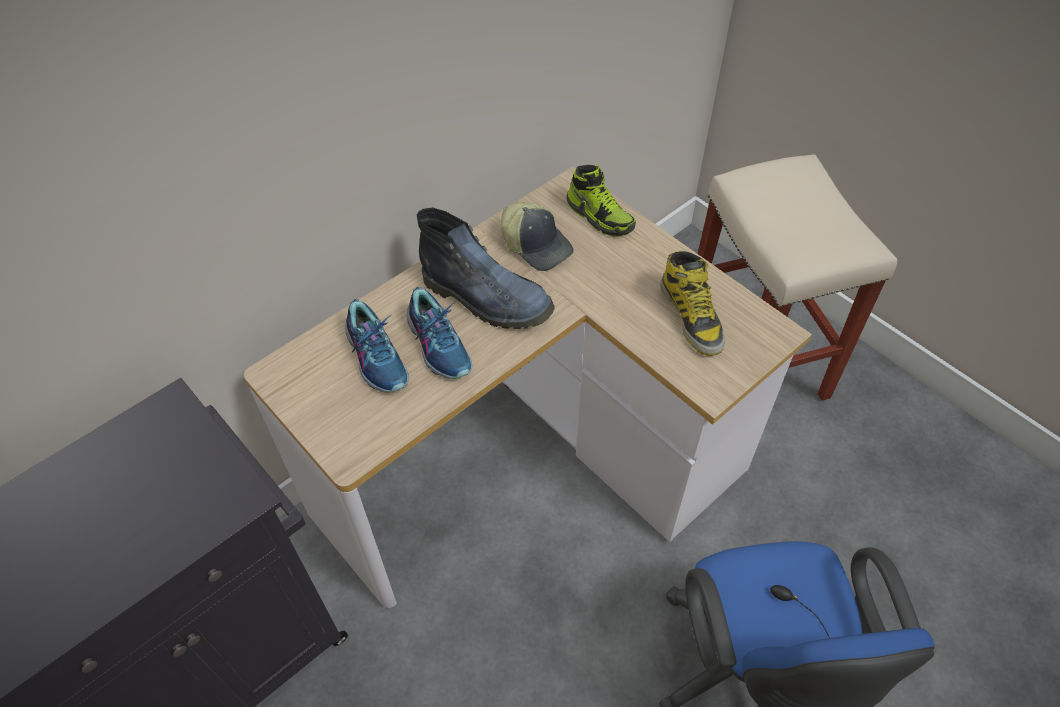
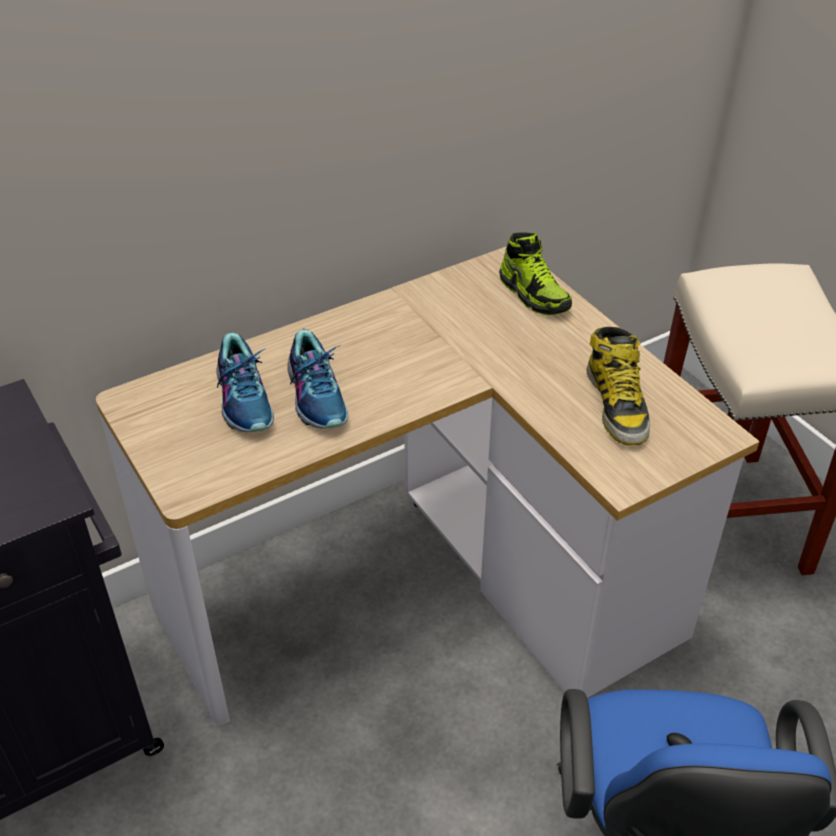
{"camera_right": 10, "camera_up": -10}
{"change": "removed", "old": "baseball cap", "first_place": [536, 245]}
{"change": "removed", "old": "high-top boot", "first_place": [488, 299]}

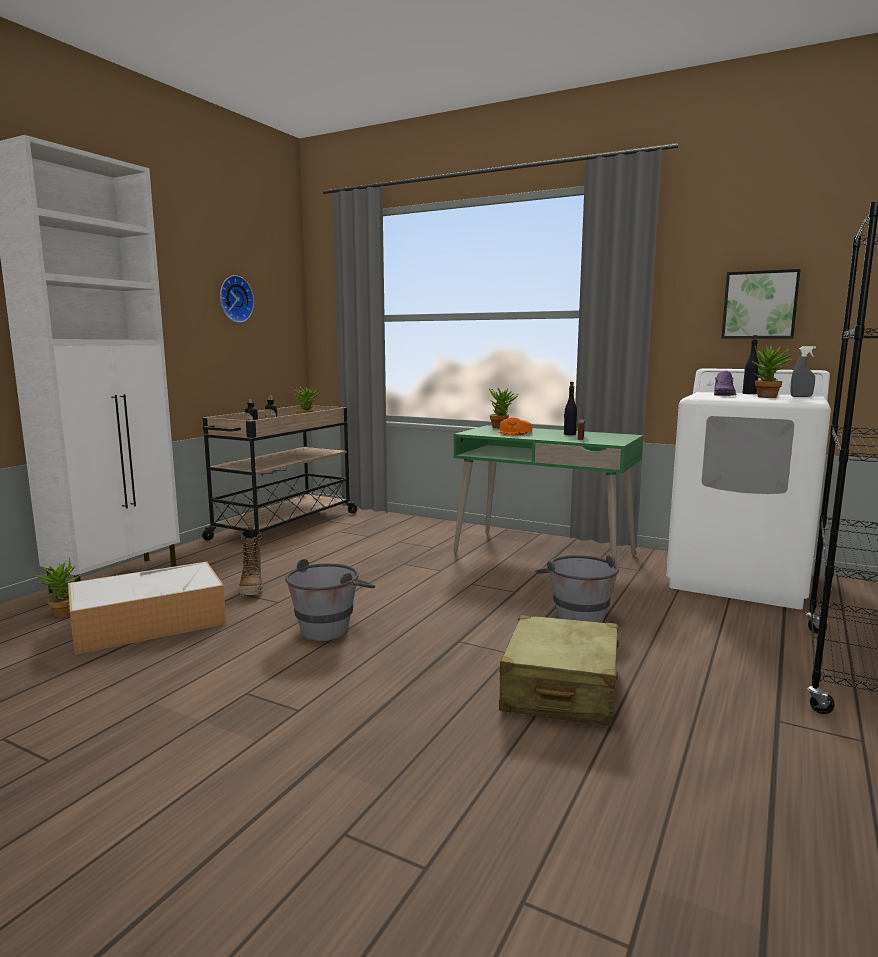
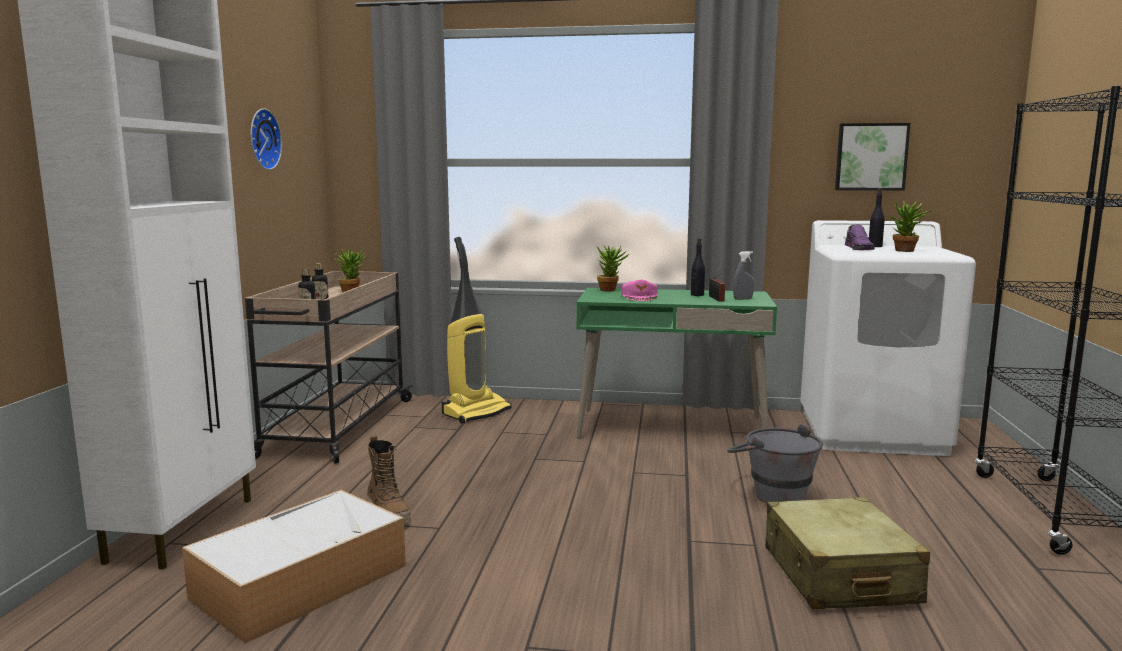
{"camera_right": -20, "camera_up": 0}
{"change": "moved", "old": "spray bottle (grey)", "first_place": [801, 396], "second_place": [743, 299]}
{"change": "recoloured", "old": "baseball cap (orange)", "new": "baseball cap (pink-coloured)", "first_place": [515, 433], "second_place": [639, 296]}
{"change": "removed", "old": "potted plant", "first_place": [61, 613]}
{"change": "removed", "old": "bucket (grey)", "first_place": [332, 627]}
{"change": "added", "new": "vacuum", "second_place": [476, 412]}

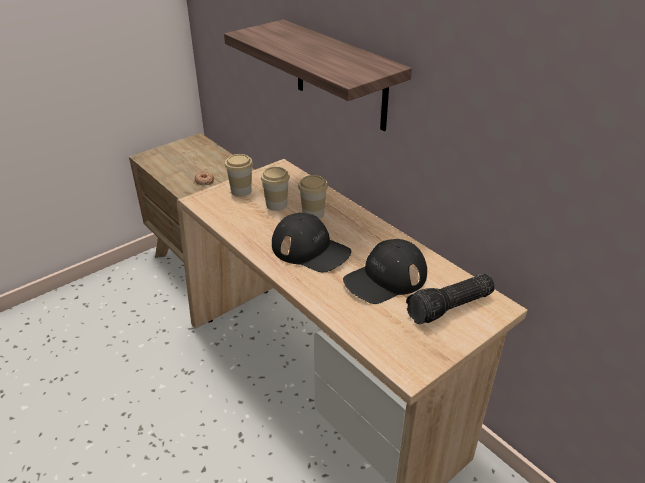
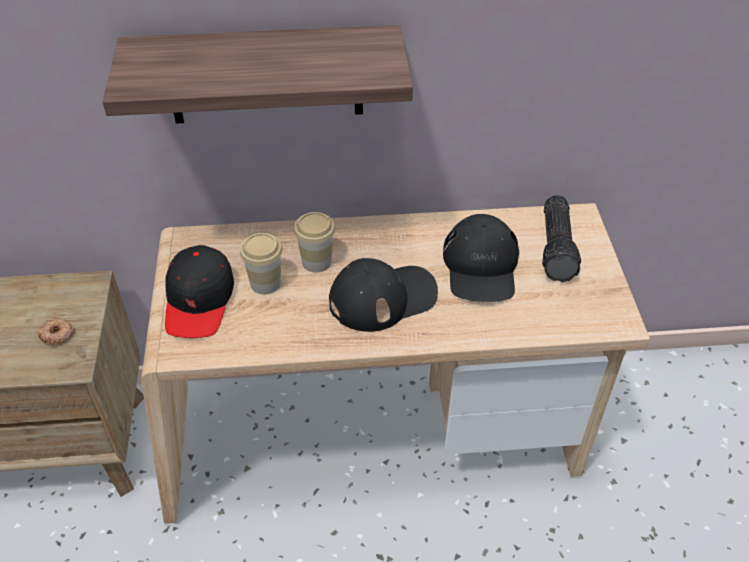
{"camera_right": -55, "camera_up": 10}
{"change": "replaced", "old": "small cup", "new": "baseball cap (black)", "first_place": [241, 191], "second_place": [199, 300]}

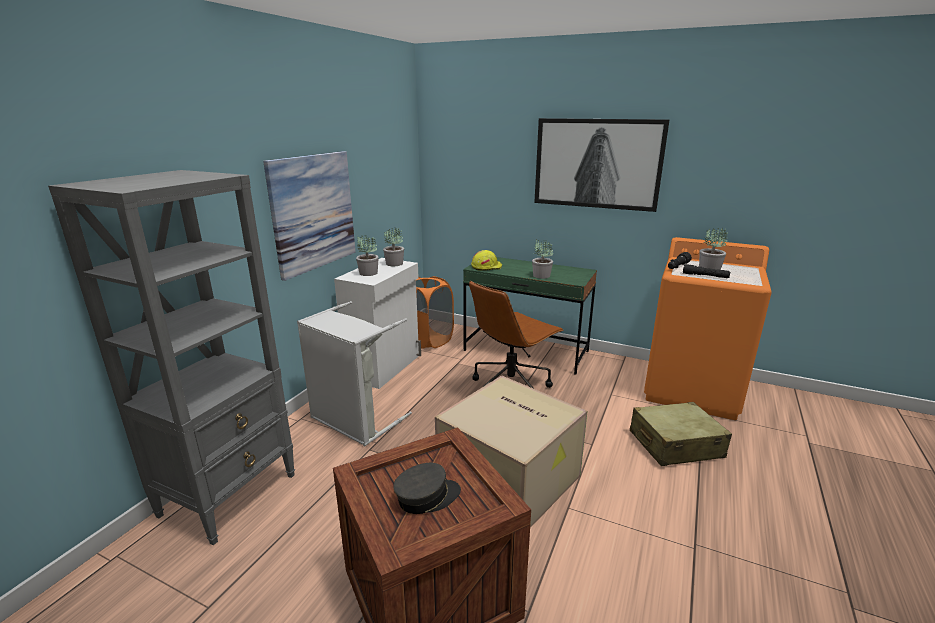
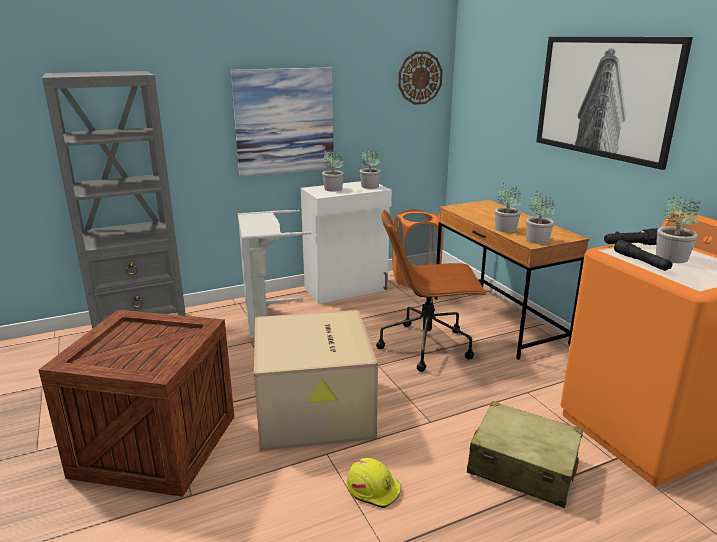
{"camera_right": 40, "camera_up": 0}
{"change": "moved", "old": "hard hat (yellowish)", "first_place": [486, 267], "second_place": [373, 488]}
{"change": "recoloured", "old": "desk (green)", "new": "desk (brown-coloured)", "first_place": [526, 351], "second_place": [497, 320]}
{"change": "removed", "old": "baseball cap (grey)", "first_place": [427, 497]}
{"change": "added", "new": "hanging clock", "second_place": [420, 78]}
{"change": "added", "new": "potted plant", "second_place": [536, 240]}

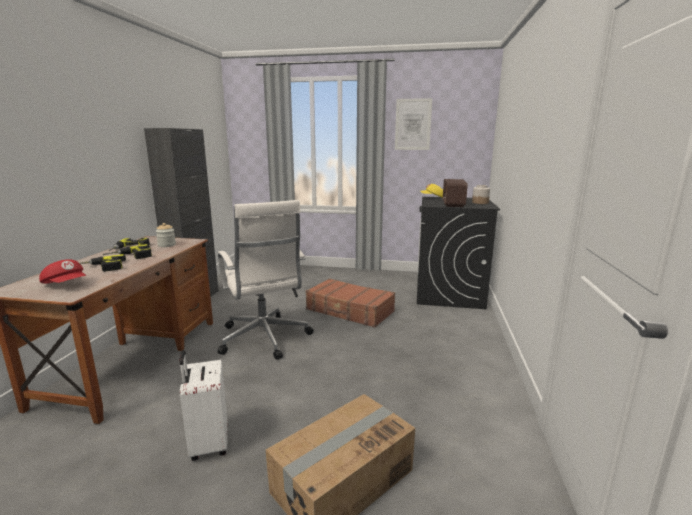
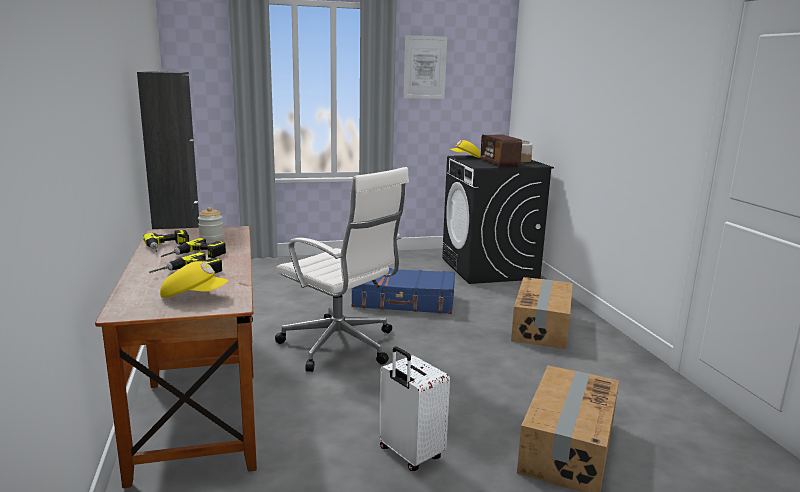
{"camera_right": -25, "camera_up": 0}
{"change": "recoloured", "old": "baseball cap (red)", "new": "baseball cap (yellowish)", "first_place": [66, 285], "second_place": [194, 296]}
{"change": "recoloured", "old": "piece of luggage (brown-coloured)", "new": "piece of luggage (blue-coloured)", "first_place": [349, 311], "second_place": [404, 301]}
{"change": "added", "new": "carton", "second_place": [542, 327]}

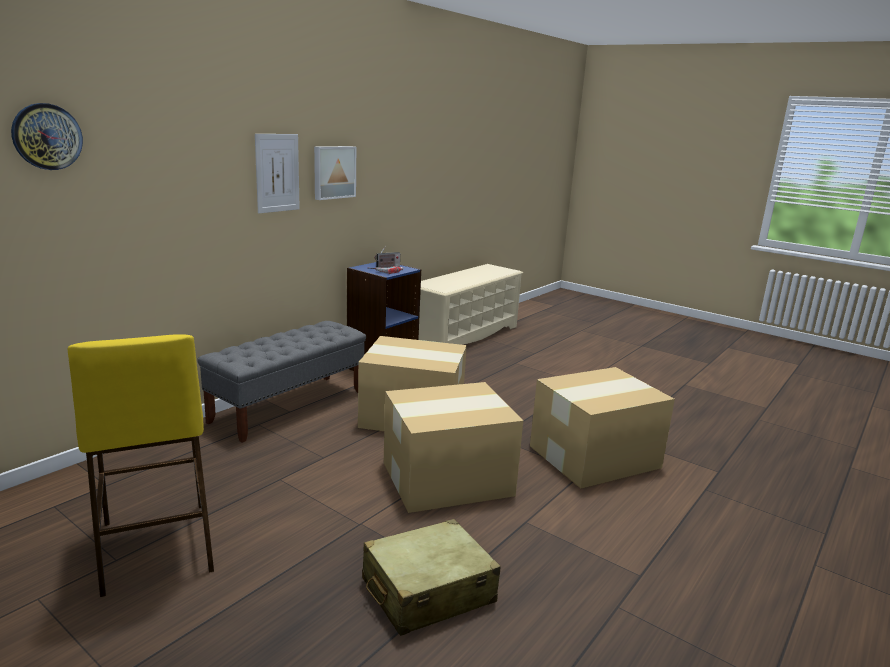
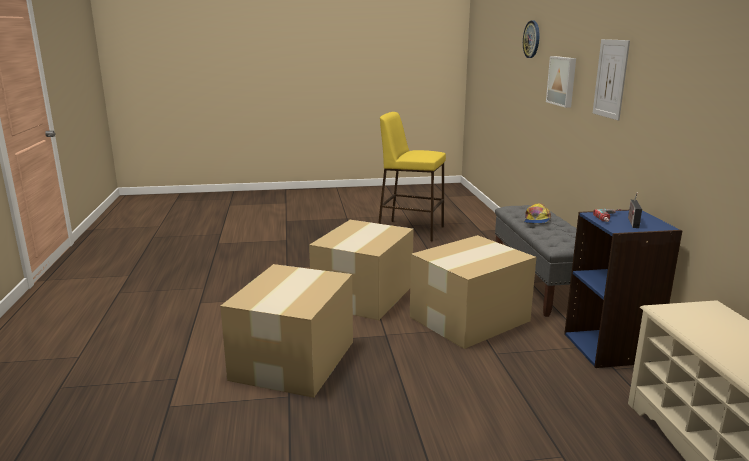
{"camera_right": 135, "camera_up": 0}
{"change": "moved", "old": "wall picture", "first_place": [333, 172], "second_place": [563, 81]}
{"change": "removed", "old": "piece of luggage (beige-coloured)", "first_place": [427, 591]}
{"change": "added", "new": "baseball cap", "second_place": [536, 220]}

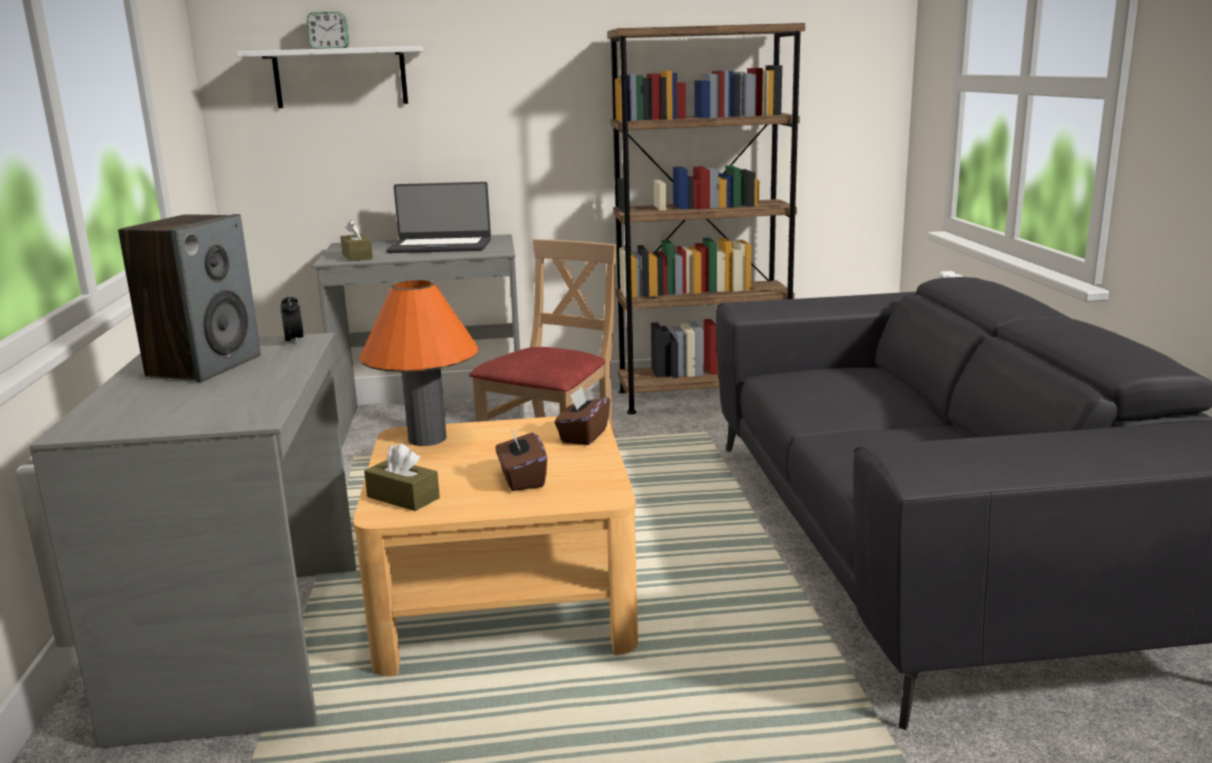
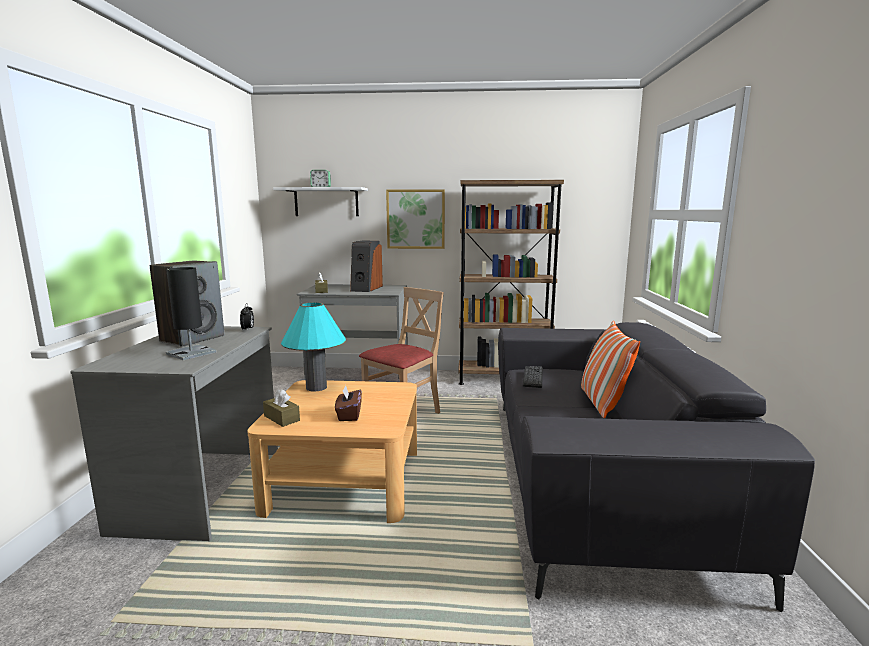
{"camera_right": 10, "camera_up": -5}
{"change": "replaced", "old": "laptop", "new": "speaker", "first_place": [440, 246], "second_place": [366, 288]}
{"change": "recoloured", "old": "tabletop lamp (orange)", "new": "tabletop lamp (turquoise-coloured)", "first_place": [427, 439], "second_place": [316, 387]}
{"change": "removed", "old": "tissue box (brown-coloured)", "first_place": [583, 436]}
{"change": "added", "new": "wall picture", "second_place": [415, 219]}
{"change": "added", "new": "tabletop lamp (black)", "second_place": [191, 353]}
{"change": "added", "new": "throw pillow", "second_place": [602, 403]}
{"change": "added", "new": "PC keyboard", "second_place": [533, 377]}

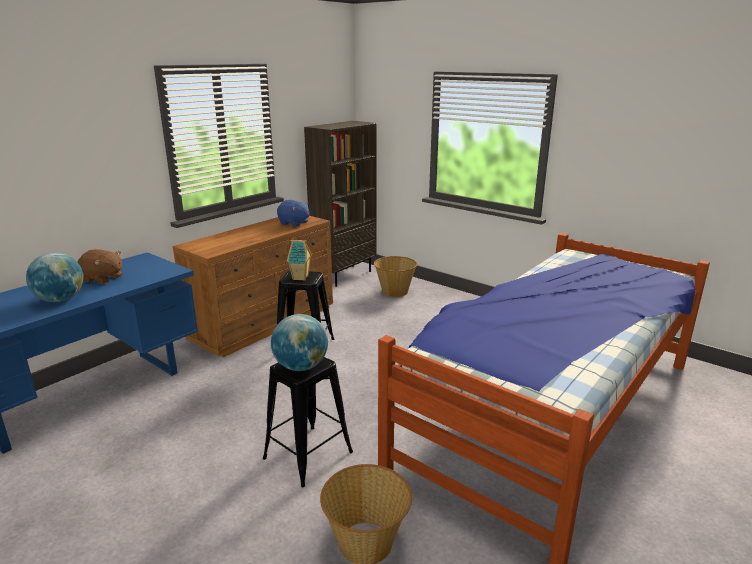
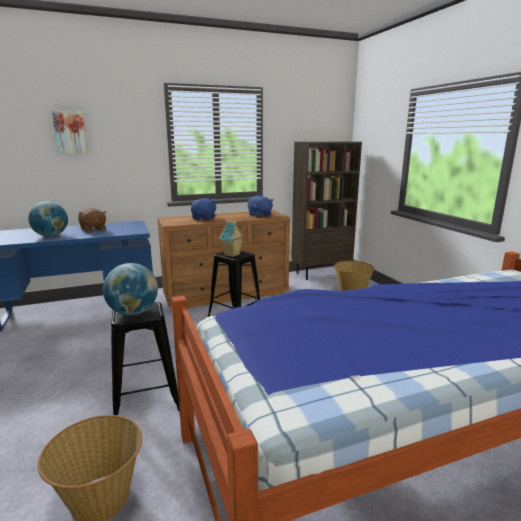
{"camera_right": 30, "camera_up": -5}
{"change": "added", "new": "wall picture", "second_place": [70, 132]}
{"change": "added", "new": "plush toy (blue-coloured)", "second_place": [204, 218]}

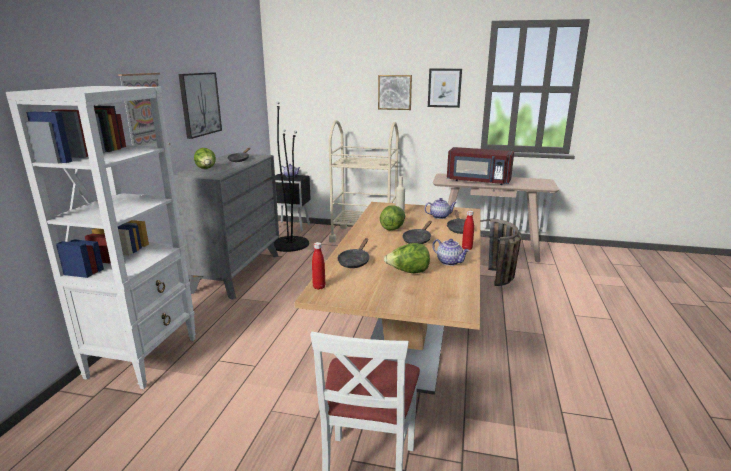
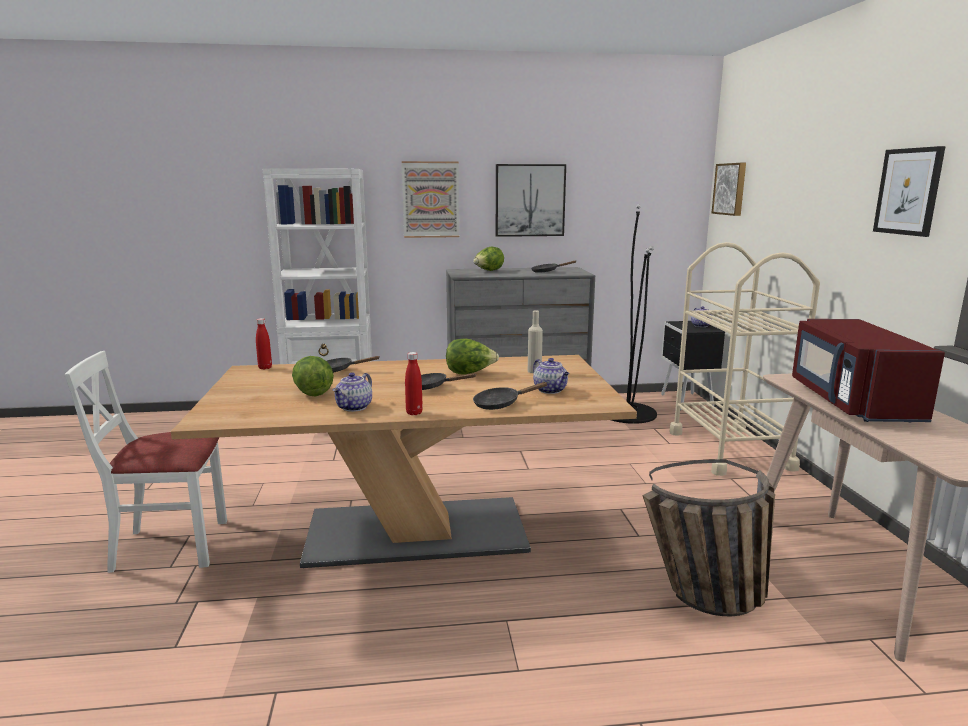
{"camera_right": 70, "camera_up": -5}
{"change": "moved", "old": "wall picture", "first_place": [395, 92], "second_place": [730, 189]}

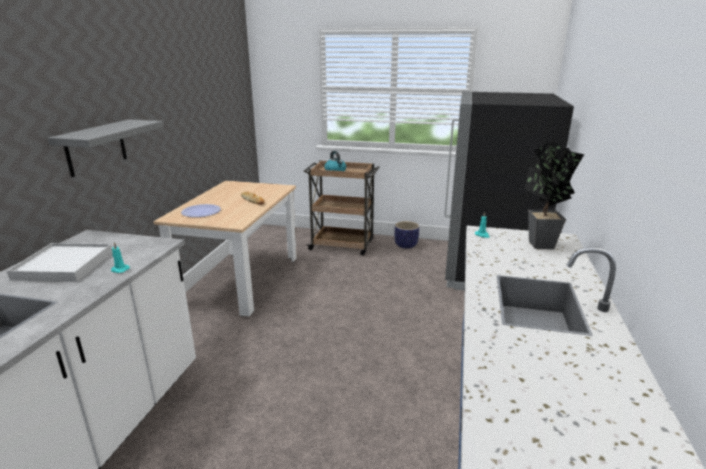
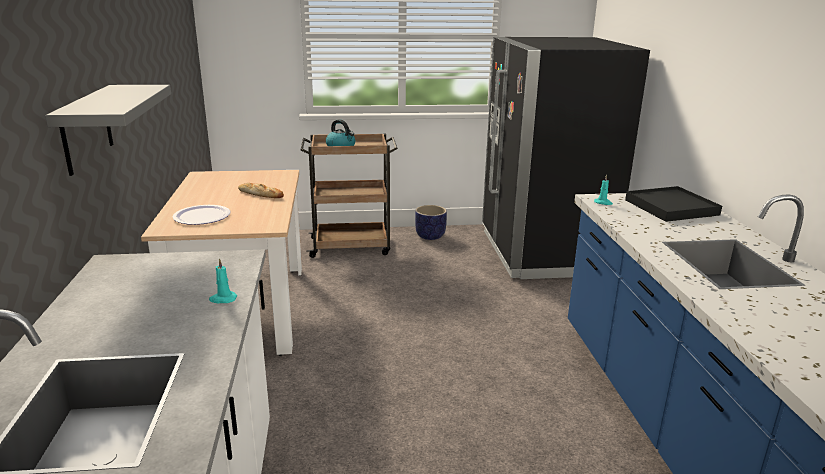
{"camera_right": -20, "camera_up": 0}
{"change": "replaced", "old": "potted plant", "new": "tray (black)", "first_place": [540, 246], "second_place": [671, 207]}
{"change": "removed", "old": "tray (white)", "first_place": [64, 265]}

